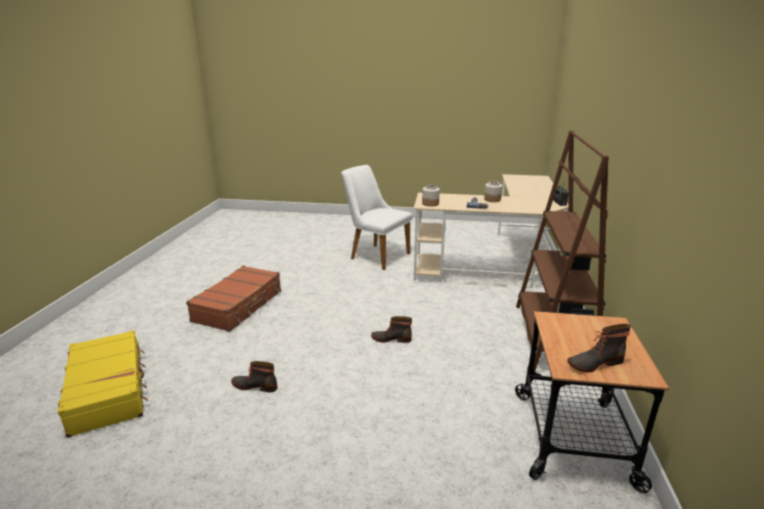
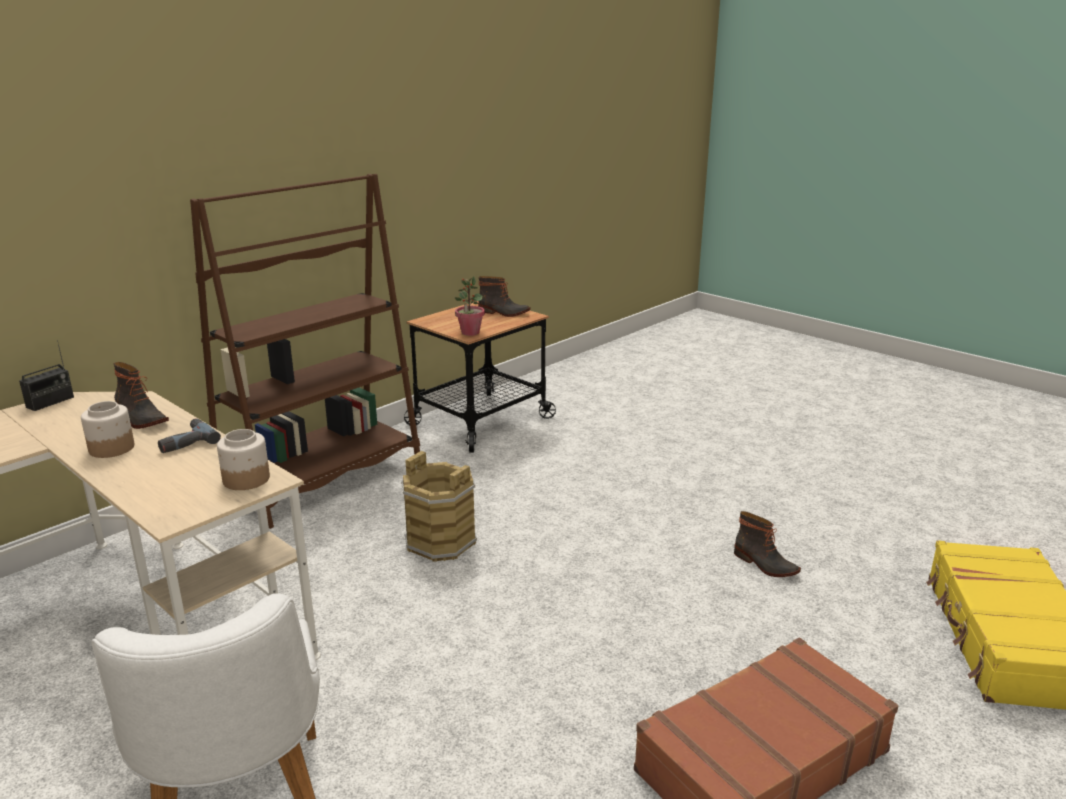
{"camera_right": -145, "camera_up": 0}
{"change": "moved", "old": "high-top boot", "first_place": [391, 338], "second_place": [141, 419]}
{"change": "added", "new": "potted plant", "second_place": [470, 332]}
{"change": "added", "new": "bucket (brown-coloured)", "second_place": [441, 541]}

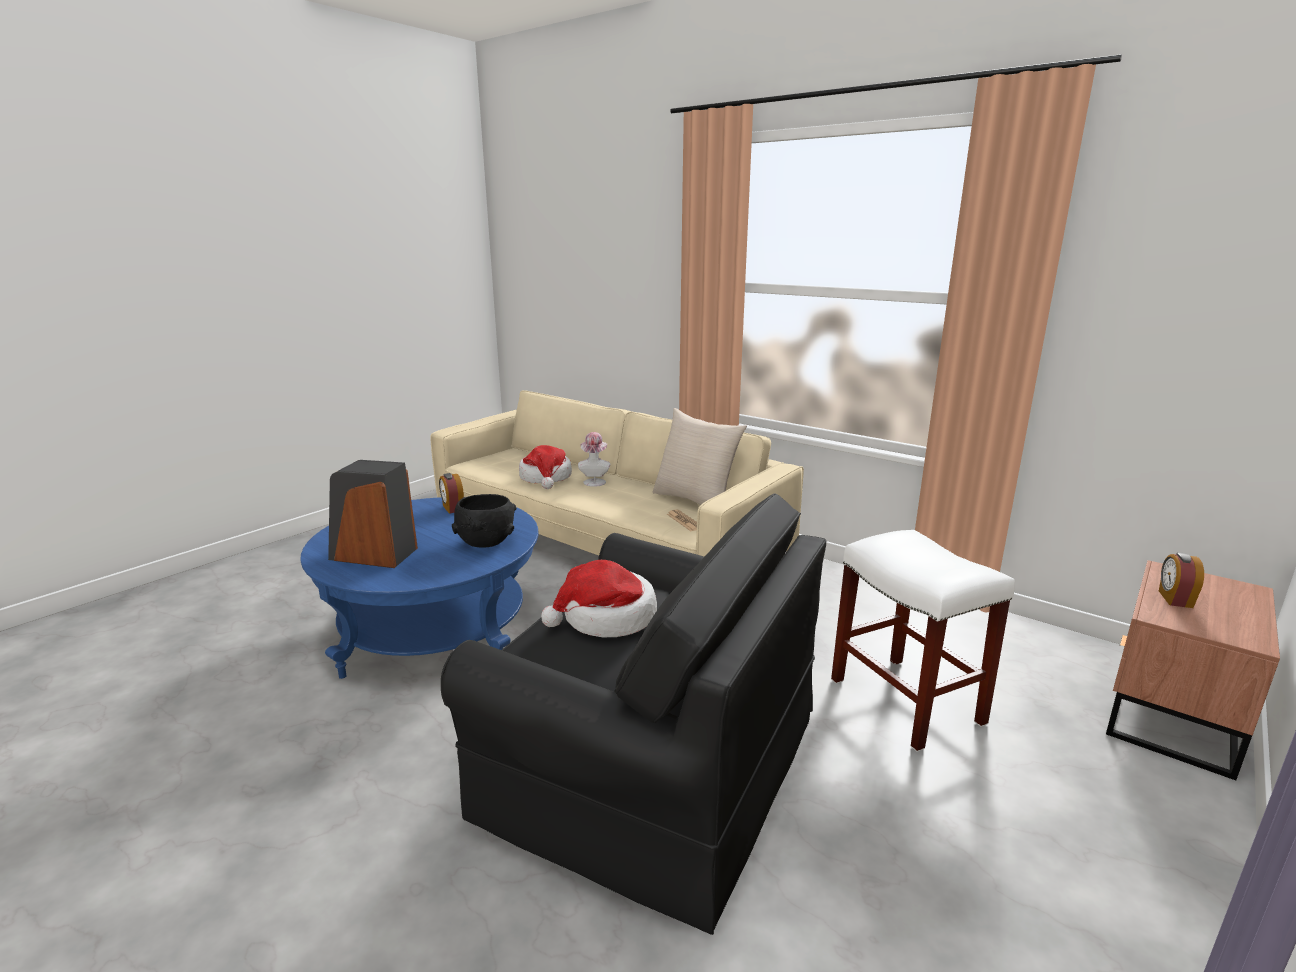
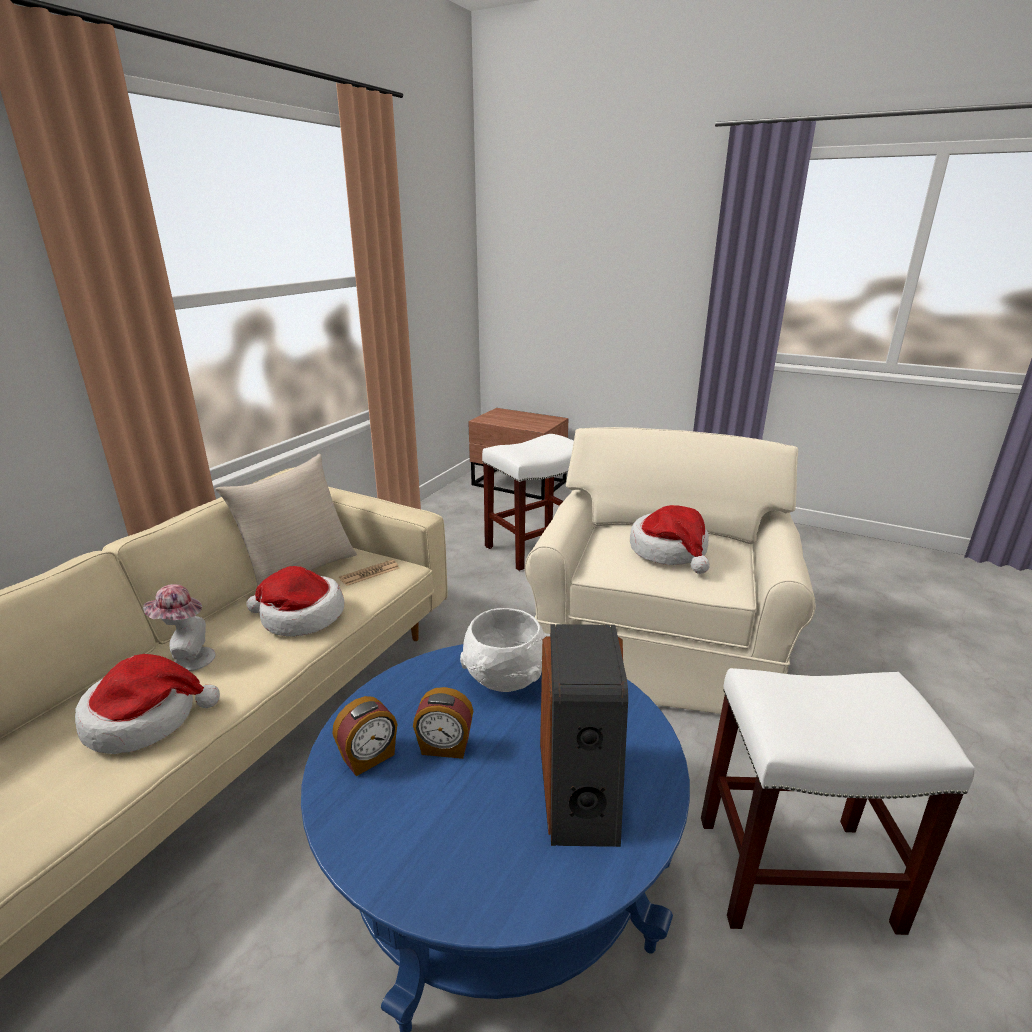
{"camera_right": -100, "camera_up": 5}
{"change": "recoloured", "old": "easy chair (black)", "new": "easy chair (beige-coloured)", "first_place": [652, 768], "second_place": [657, 642]}
{"change": "recoloured", "old": "bowl (black)", "new": "bowl (white)", "first_place": [486, 543], "second_place": [506, 679]}
{"change": "moved", "old": "alarm clock", "first_place": [1174, 599], "second_place": [445, 747]}
{"change": "added", "new": "hat", "second_place": [300, 616]}
{"change": "added", "new": "sitting stool (white)", "second_place": [793, 873]}

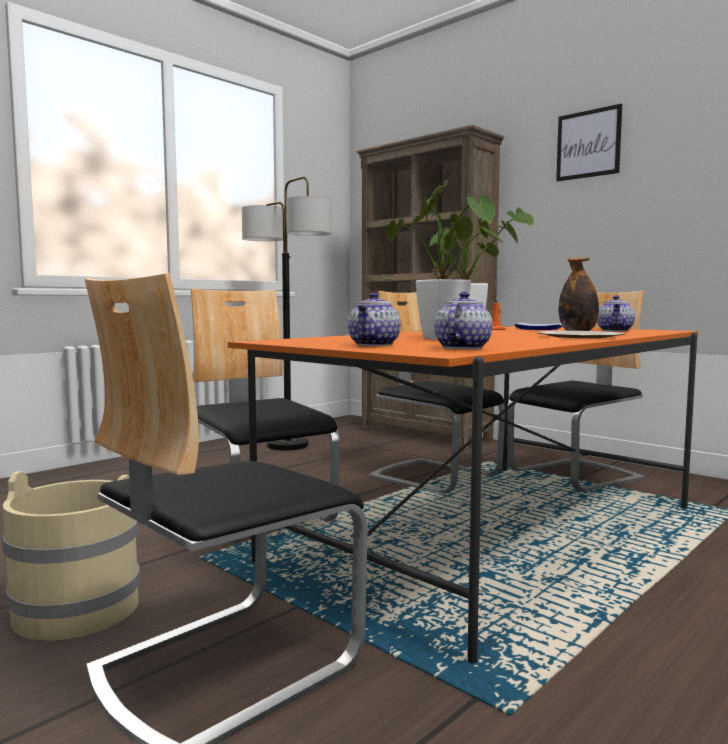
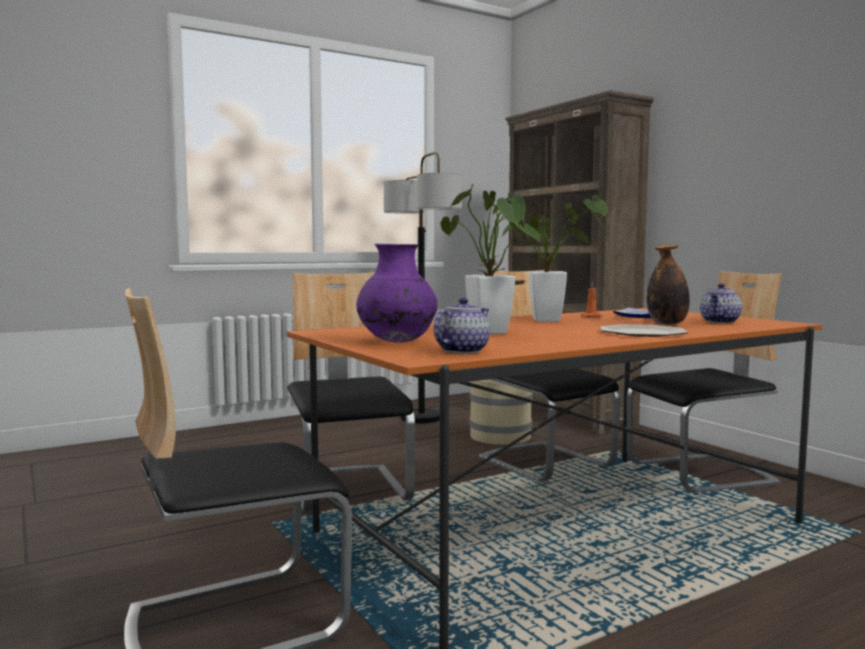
{"camera_right": 15, "camera_up": 0}
{"change": "removed", "old": "wall picture", "first_place": [588, 144]}
{"change": "replaced", "old": "teapot", "new": "flower vase (purple)", "first_place": [374, 345], "second_place": [397, 342]}
{"change": "moved", "old": "bucket (beige-coloured)", "first_place": [75, 609], "second_place": [499, 436]}

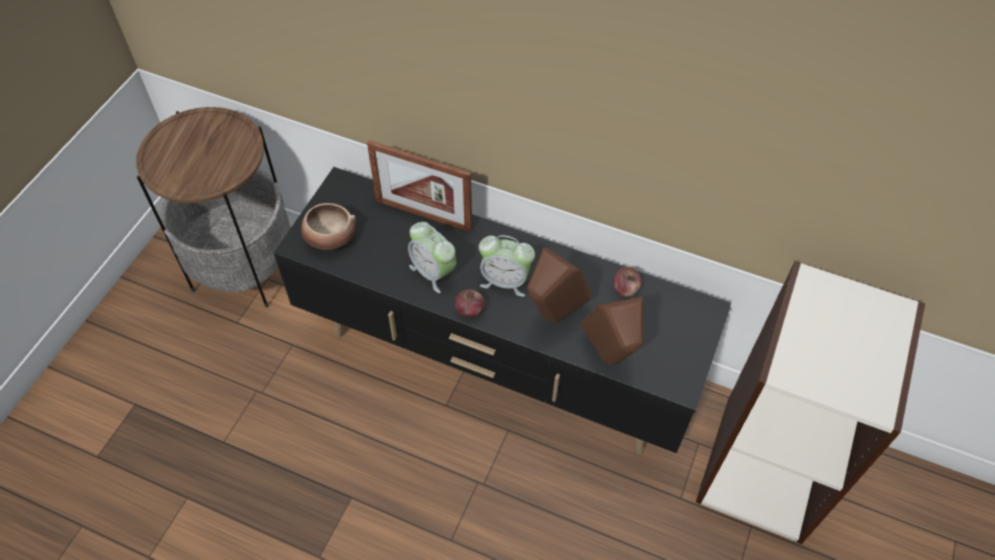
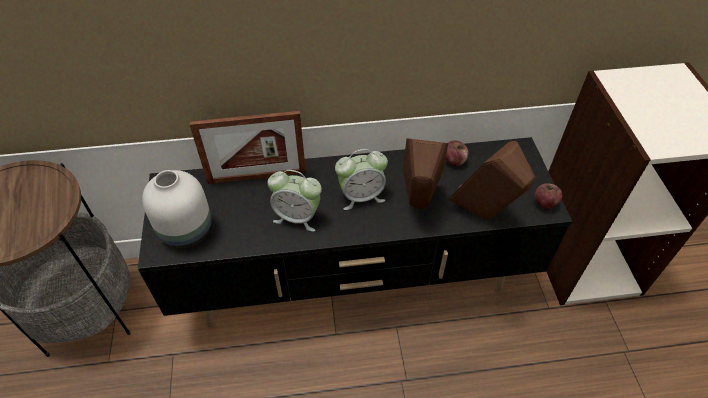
{"camera_right": -30, "camera_up": -5}
{"change": "replaced", "old": "bowl", "new": "flower vase (white)", "first_place": [329, 238], "second_place": [185, 231]}
{"change": "moved", "old": "apple fruit", "first_place": [469, 310], "second_place": [545, 203]}

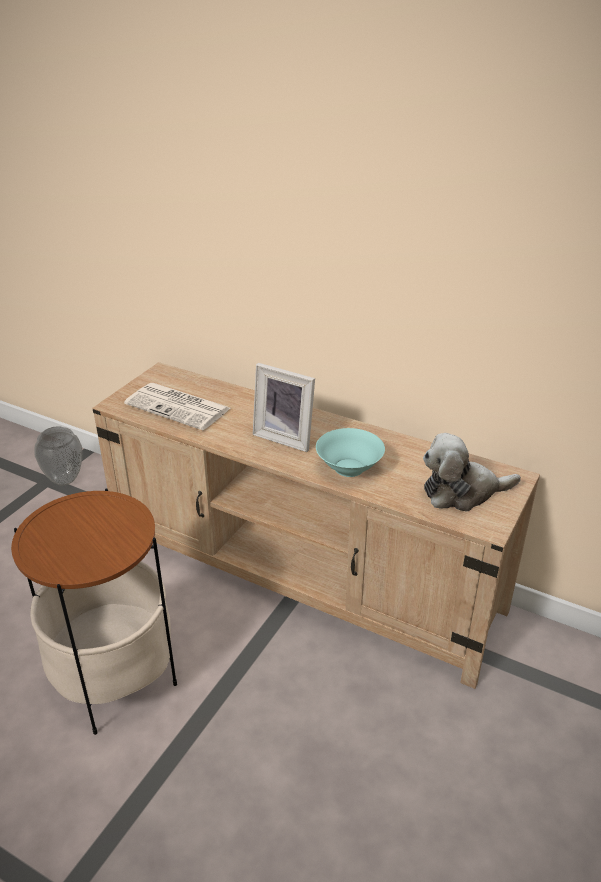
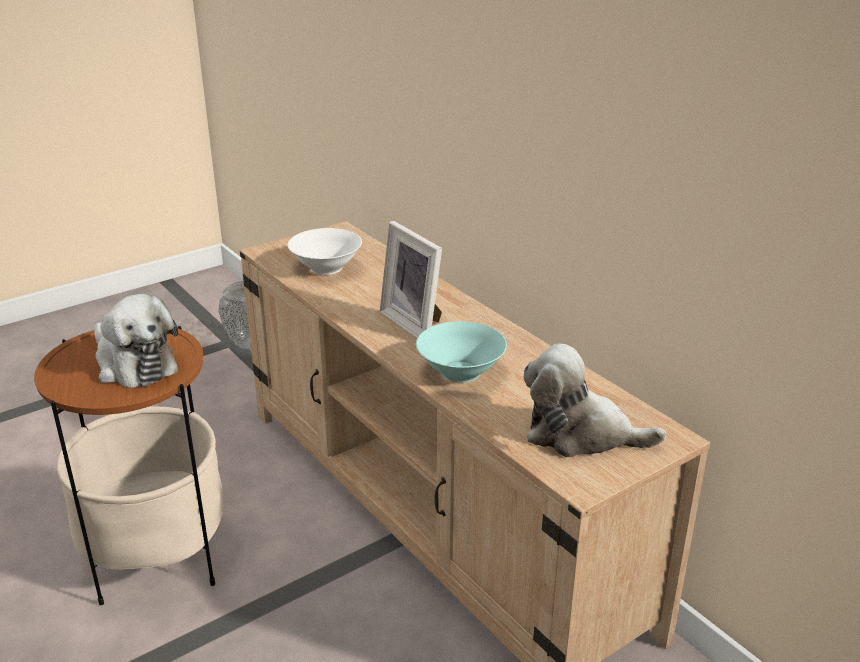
{"camera_right": 25, "camera_up": -5}
{"change": "replaced", "old": "newspaper", "new": "bowl (white)", "first_place": [179, 407], "second_place": [327, 267]}
{"change": "added", "new": "plush toy", "second_place": [134, 364]}

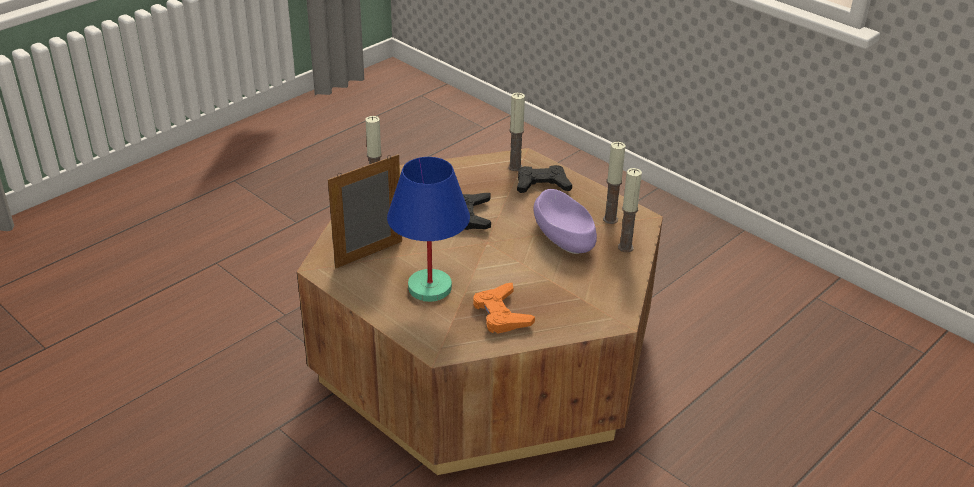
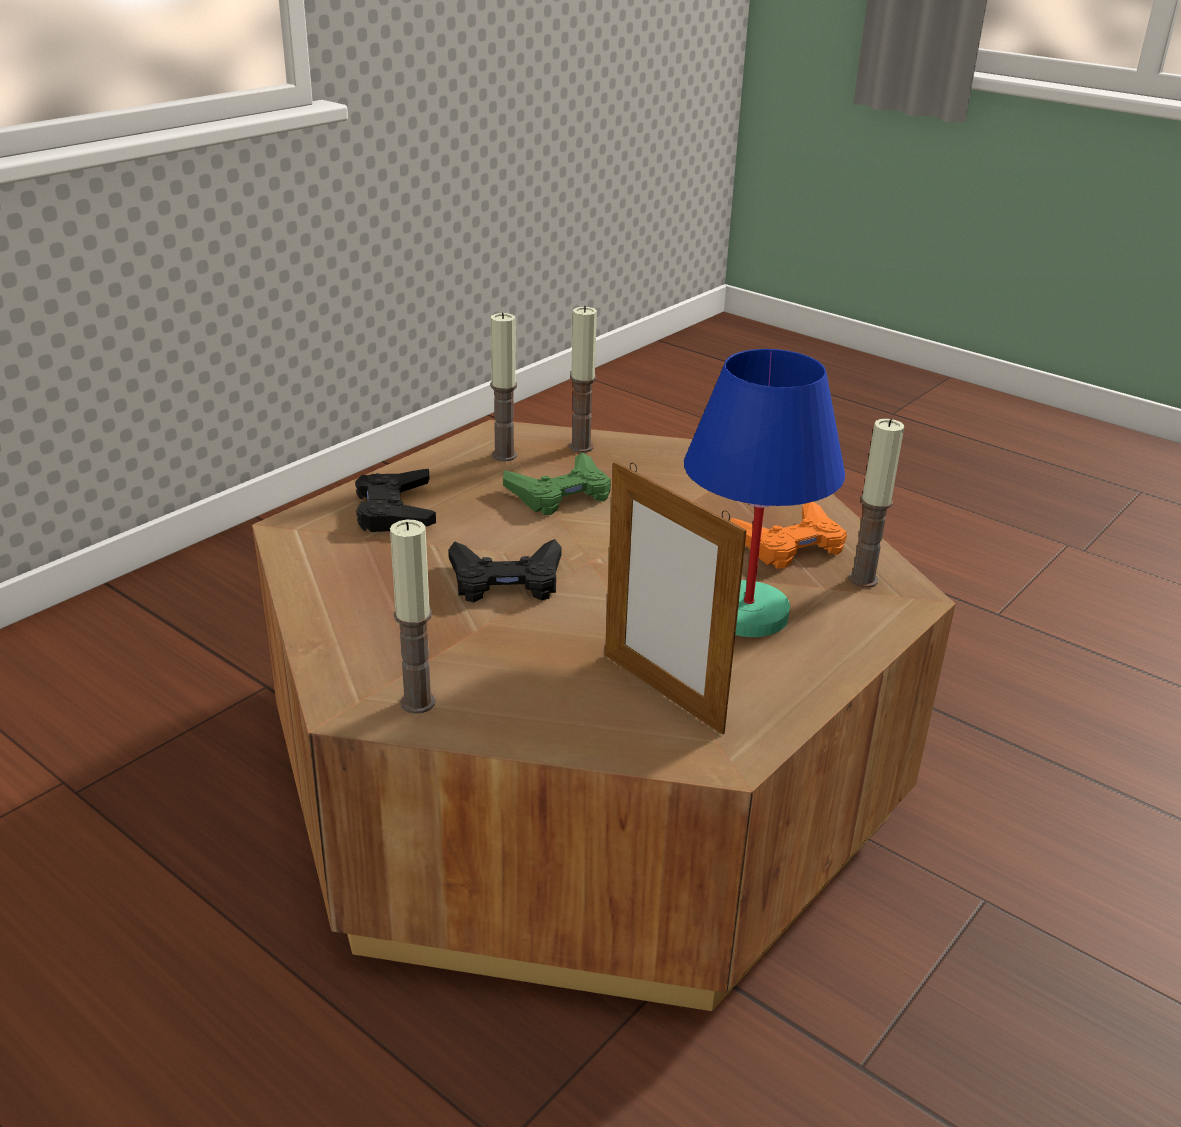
{"camera_right": -95, "camera_up": -5}
{"change": "moved", "old": "wax light", "first_place": [515, 167], "second_place": [863, 579]}
{"change": "replaced", "old": "bowl (purple)", "new": "game controller (green)", "first_place": [563, 236], "second_place": [560, 493]}

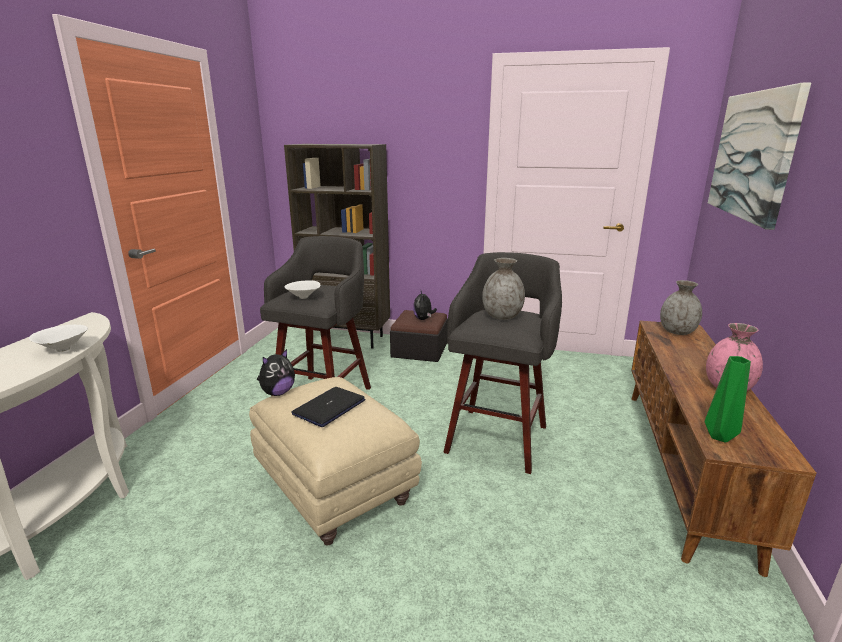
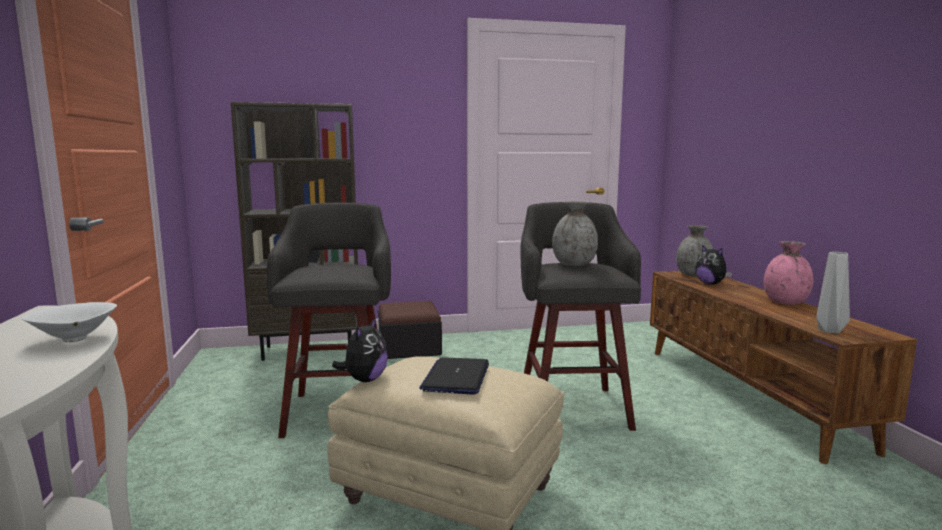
{"camera_right": -25, "camera_up": -10}
{"change": "removed", "old": "wall picture", "first_place": [753, 155]}
{"change": "removed", "old": "bowl (white)", "first_place": [304, 298]}
{"change": "moved", "old": "plush toy", "first_place": [423, 319], "second_place": [710, 284]}
{"change": "recoloured", "old": "flower vase (green)", "new": "flower vase (grey)", "first_place": [718, 436], "second_place": [828, 330]}

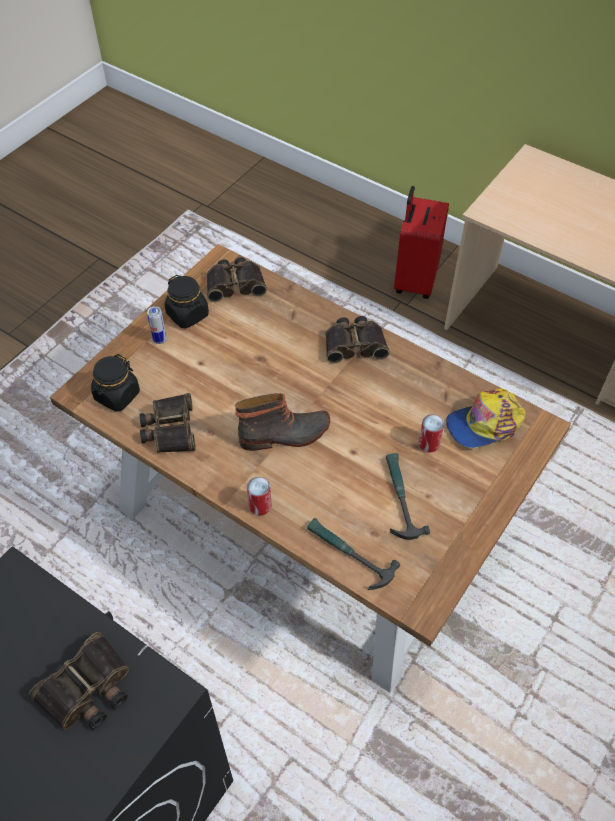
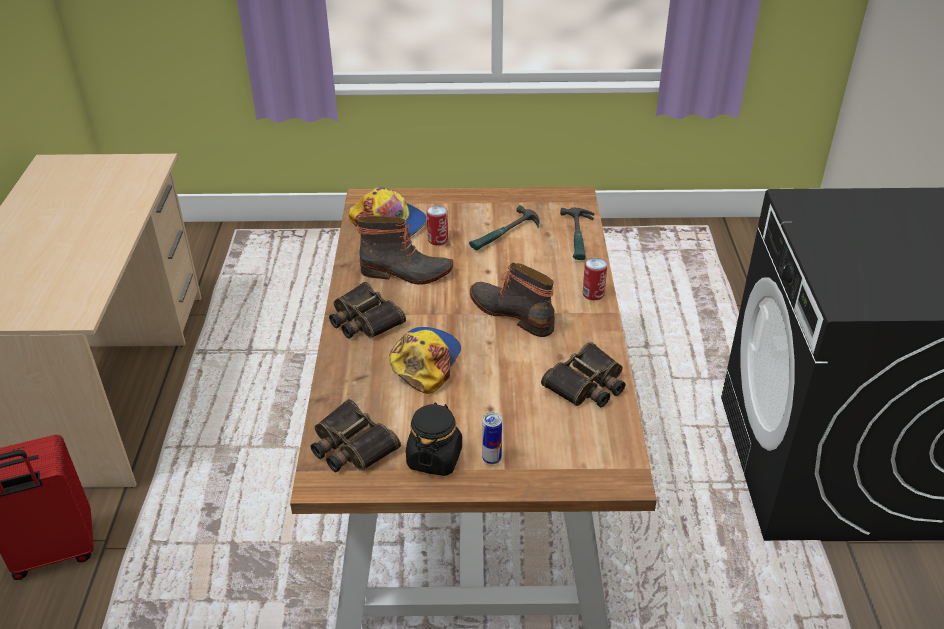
{"camera_right": -125, "camera_up": -15}
{"change": "removed", "old": "preserve jar (black)", "first_place": [117, 395]}
{"change": "removed", "old": "pair of binoculars", "first_place": [87, 690]}
{"change": "added", "new": "high-top boot", "second_place": [406, 273]}
{"change": "added", "new": "baseball cap", "second_place": [425, 362]}

